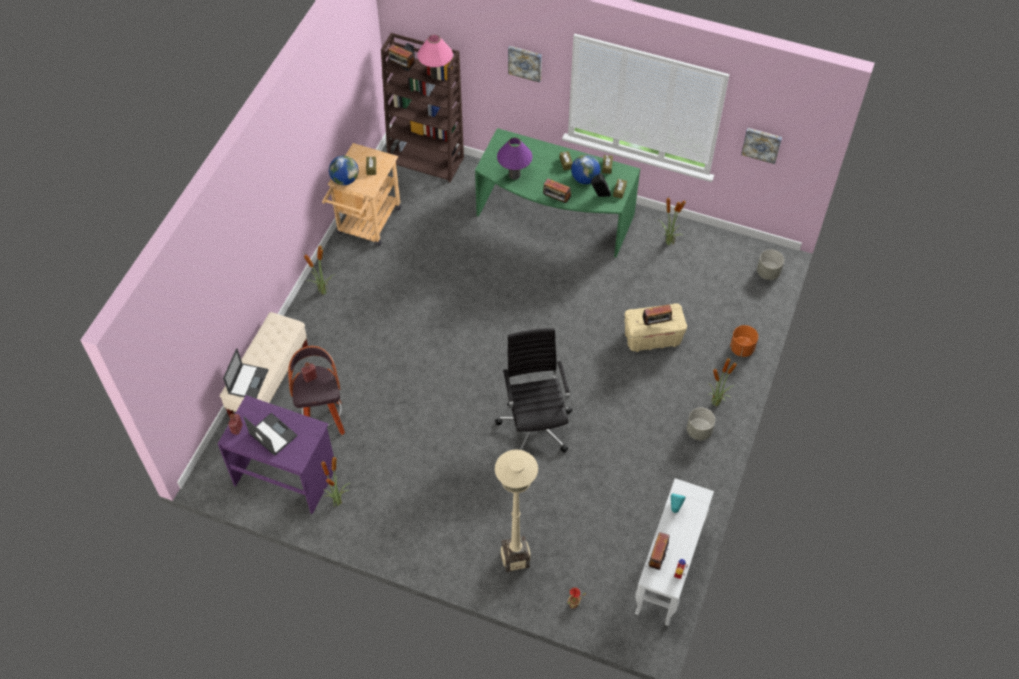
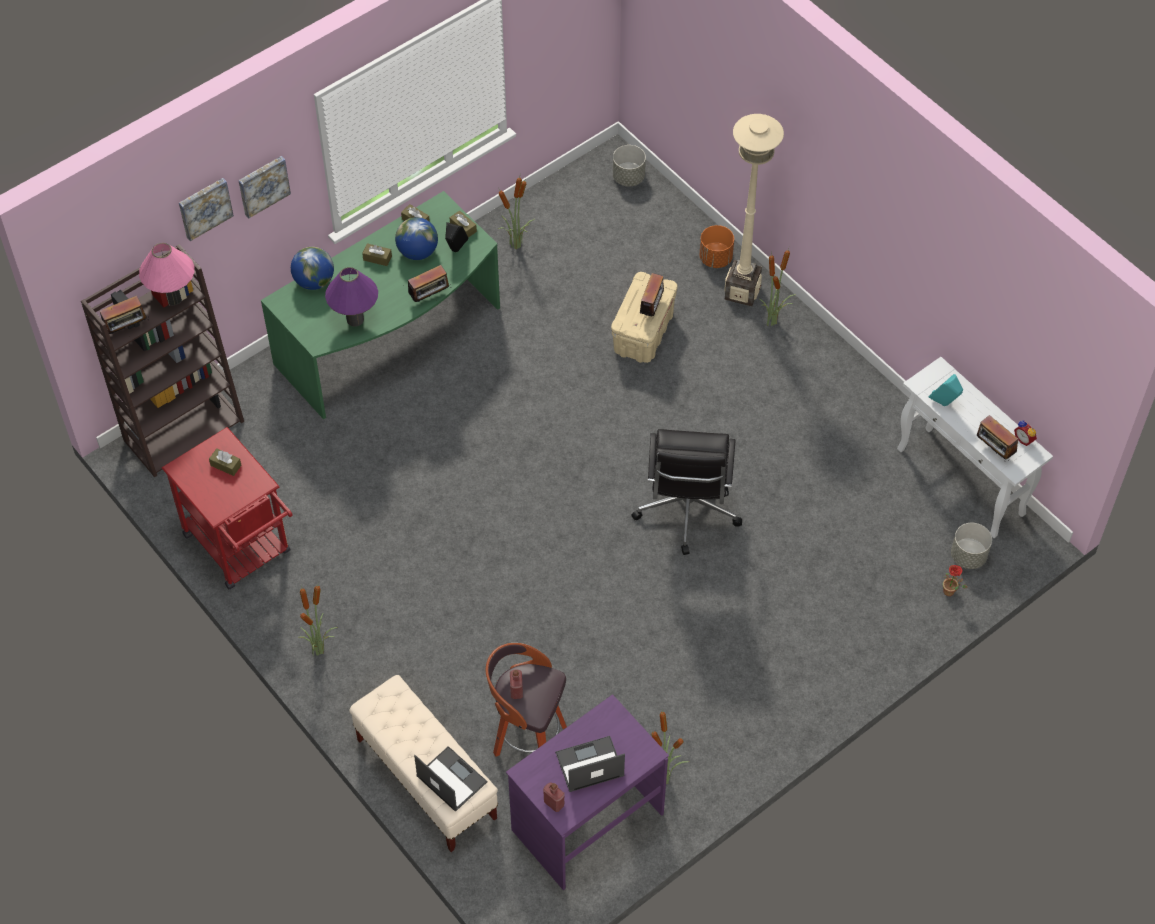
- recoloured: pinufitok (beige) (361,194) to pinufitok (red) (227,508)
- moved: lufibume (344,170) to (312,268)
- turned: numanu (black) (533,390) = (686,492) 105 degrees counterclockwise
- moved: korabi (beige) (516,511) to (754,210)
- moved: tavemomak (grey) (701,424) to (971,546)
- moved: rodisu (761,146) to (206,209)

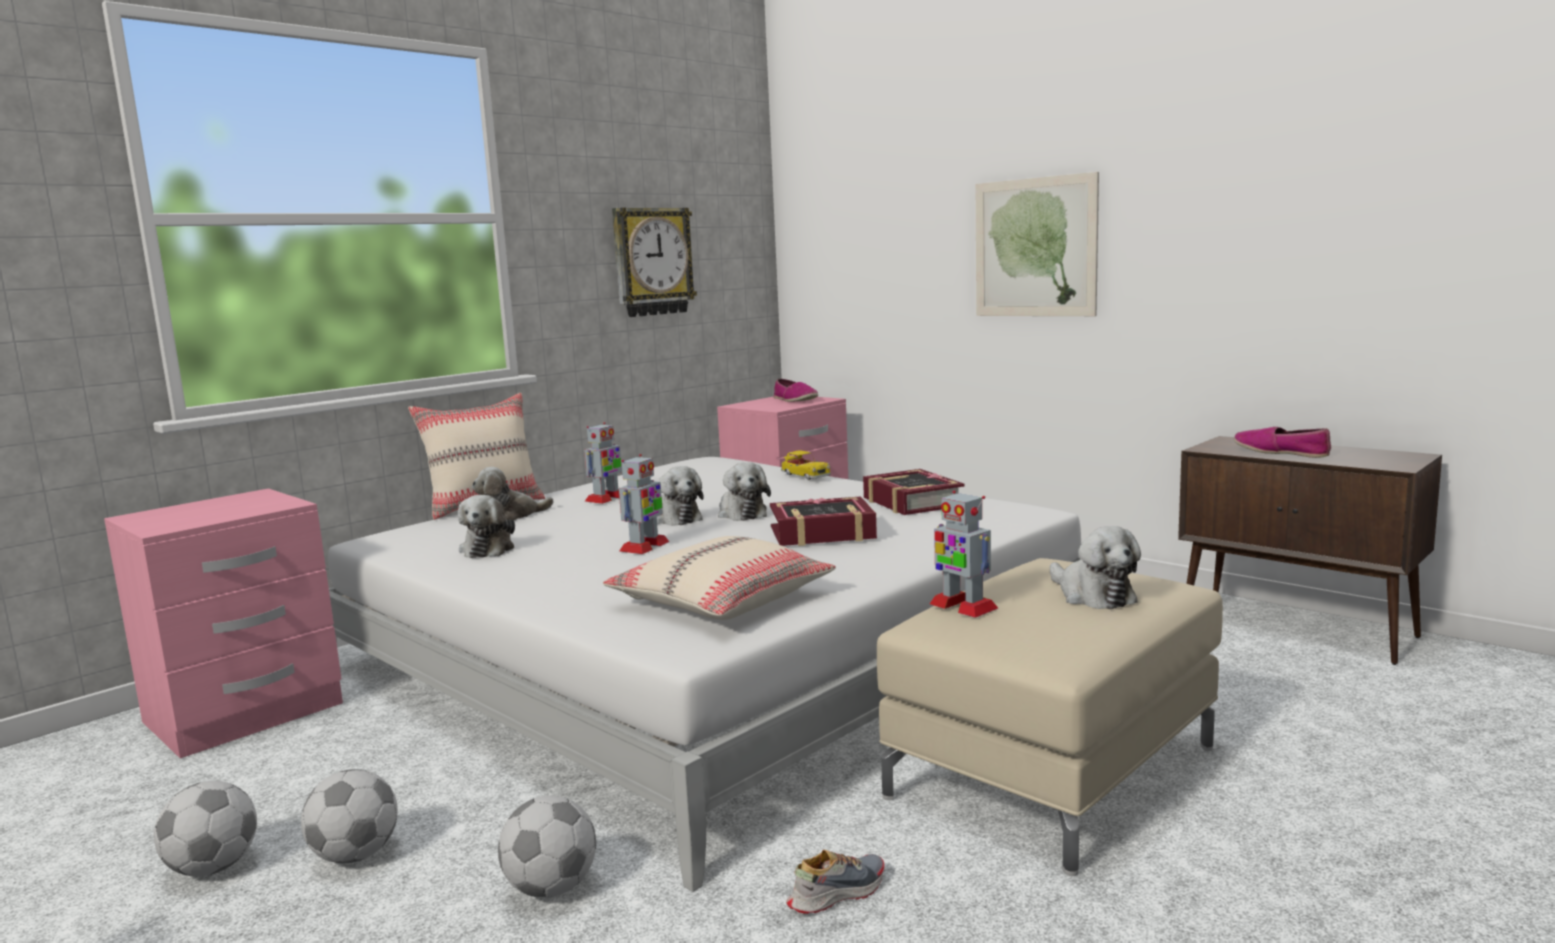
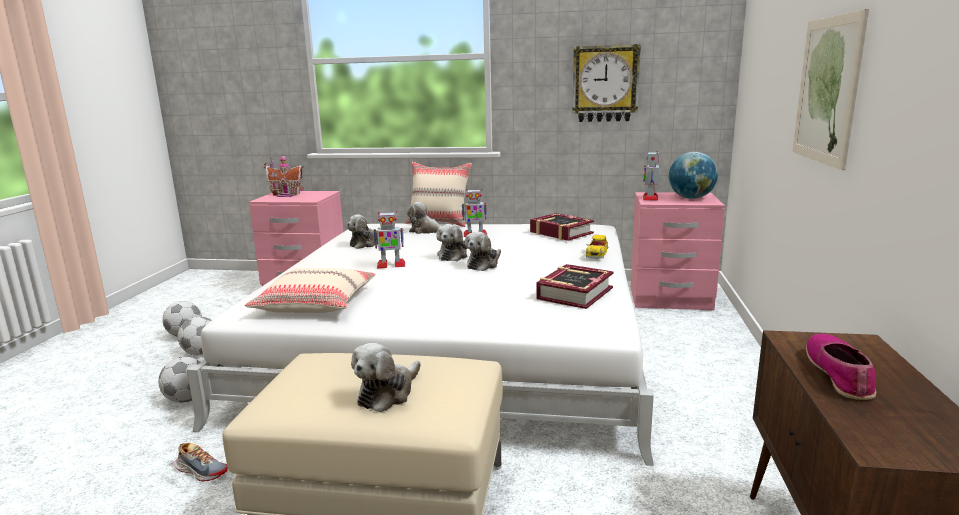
- moved: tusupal (823,521) to (562,227)
- replaced: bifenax (796,390) to lufibume (693,175)
- moved: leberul (964,554) to (651,176)
- added: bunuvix (283,175)

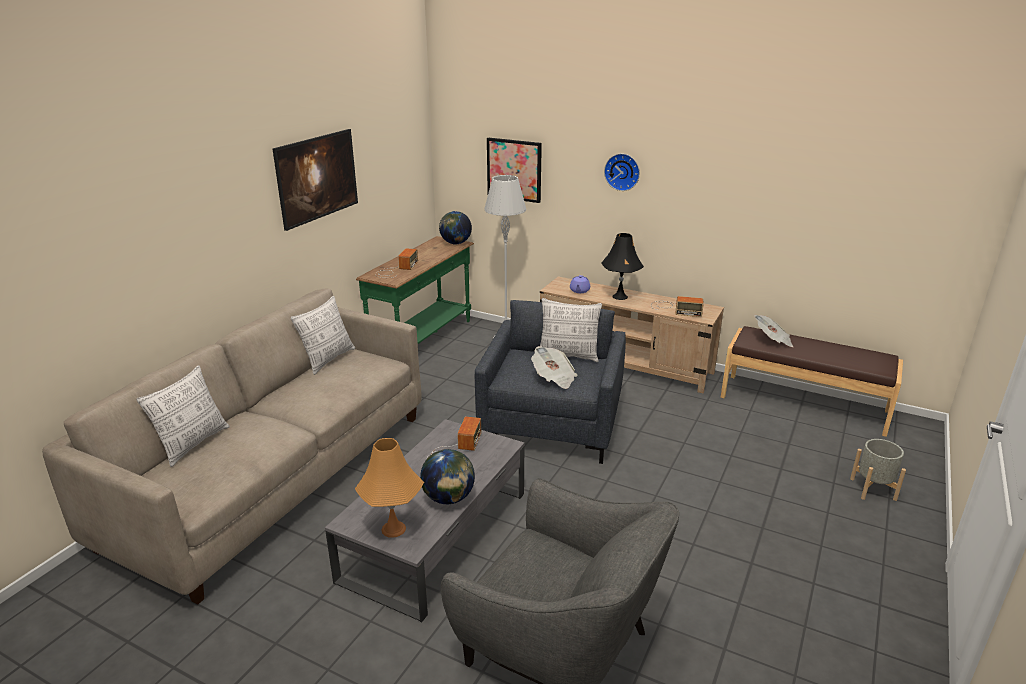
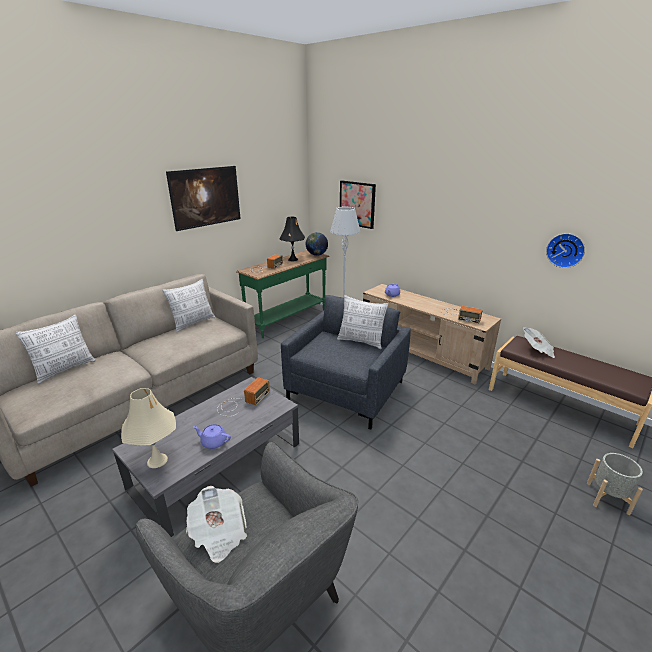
- recoloured: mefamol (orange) (389,488) to mefamol (beige) (148,428)
- replaced: lufibume (447,476) to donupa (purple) (212,436)
- moved: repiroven (554,367) to (216,524)
- moved: mefamol (black) (622,266) to (292,239)
- moved: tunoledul (622,172) to (565,250)

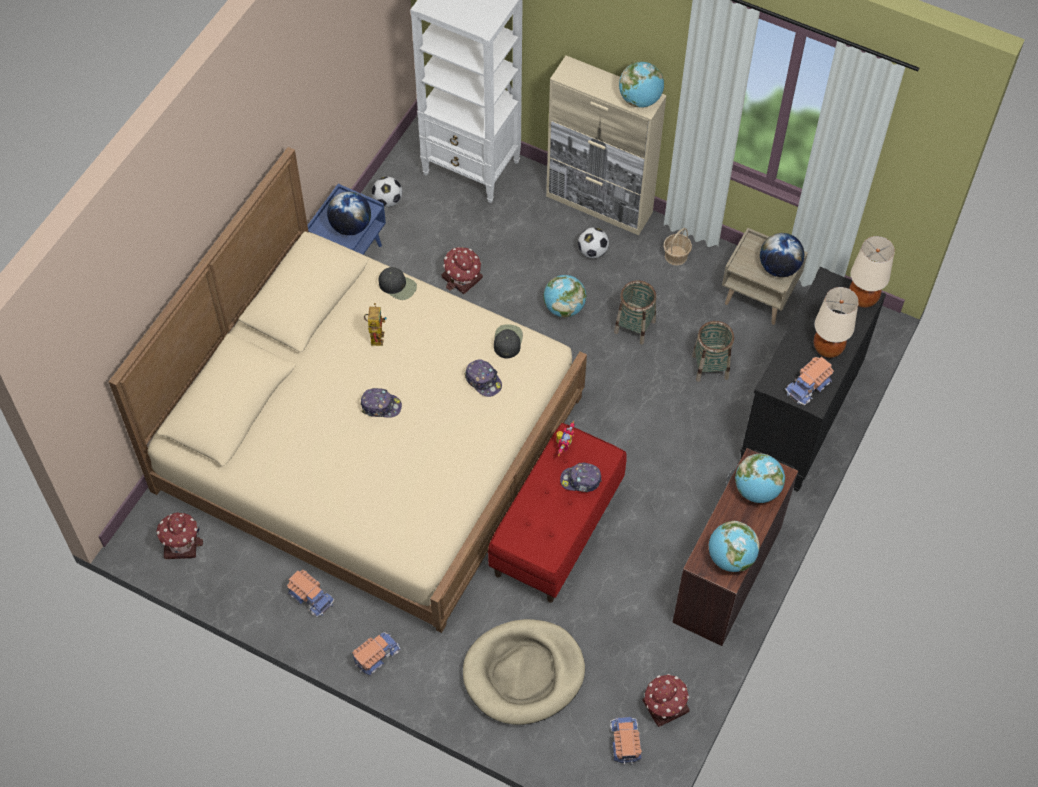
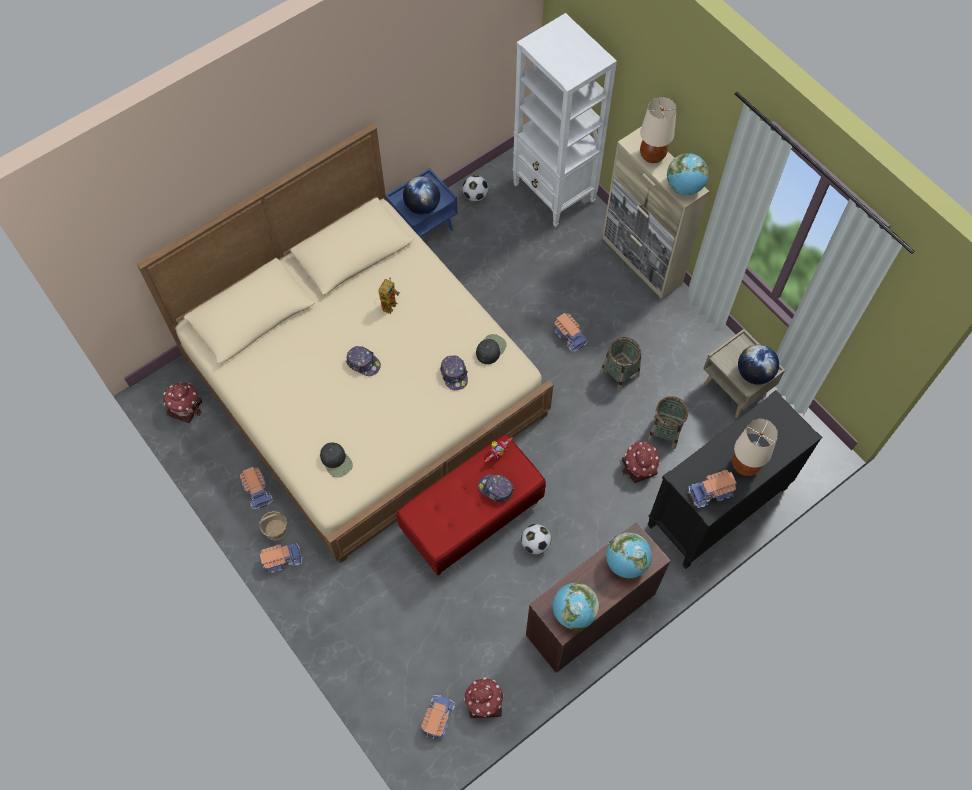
- moved: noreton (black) (397,283) to (336,460)
- moved: bunuvix (462,270) to (641,462)
- removed: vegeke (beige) (524,672)
- replaced: lufibume (564,296) to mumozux (570,332)
- moved: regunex (593,242) to (536,539)
- moved: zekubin (677,247) to (273,526)
- moved: mefamol (beige) (872,272) to (658,130)

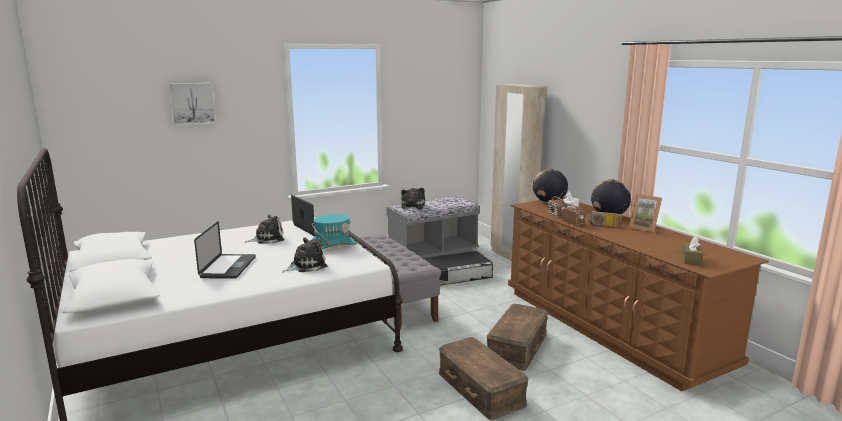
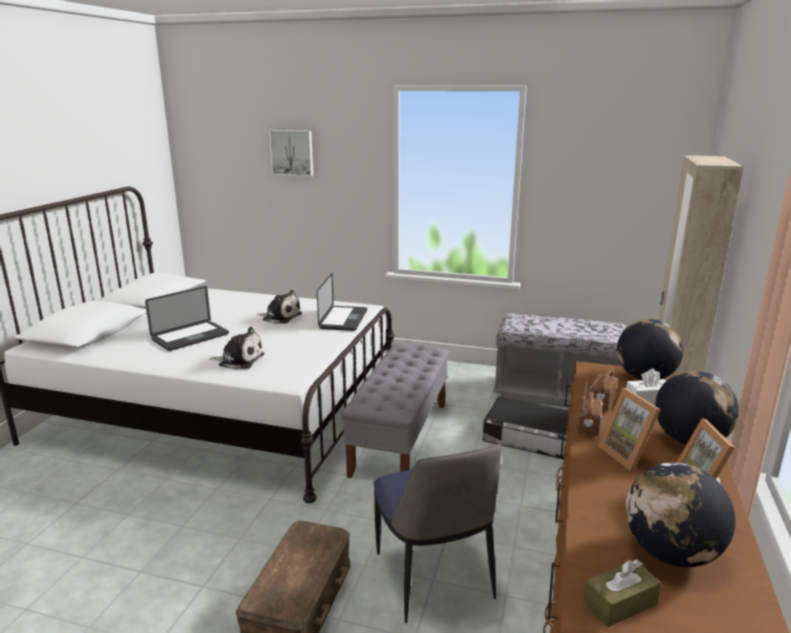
- removed: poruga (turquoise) (334,231)
- removed: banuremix (413,200)
- replaced: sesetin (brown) (517,337) to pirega (437,534)
- replaced: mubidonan (605,219) to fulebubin (629,429)
- added: lufibume (680,514)

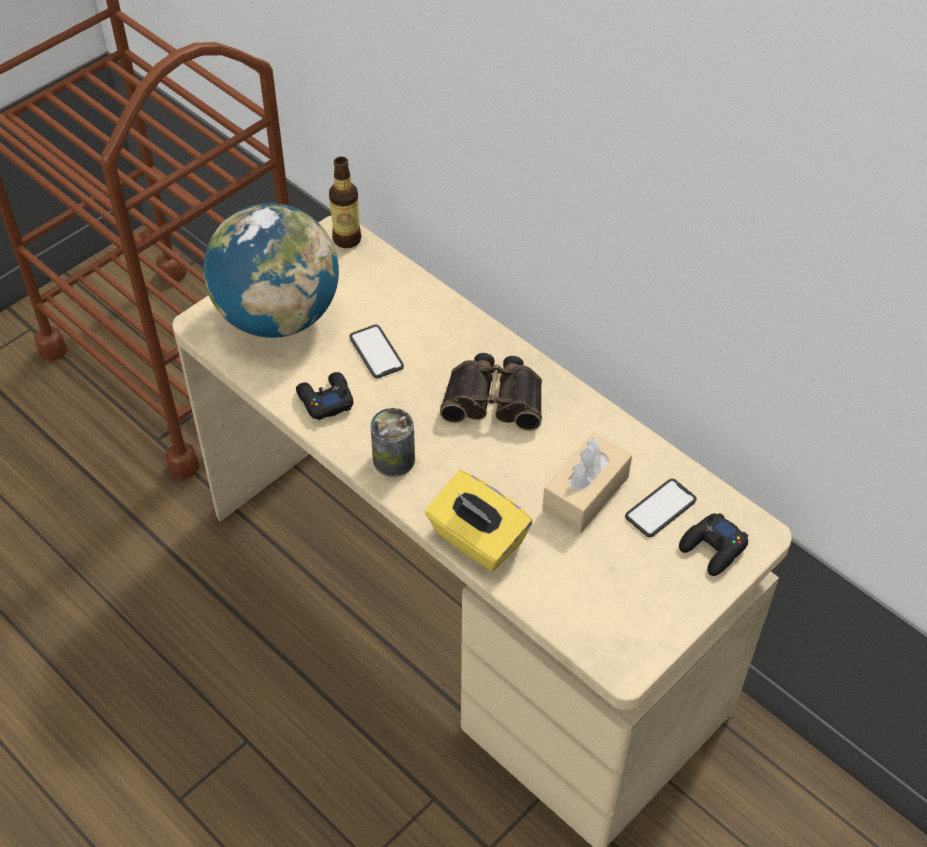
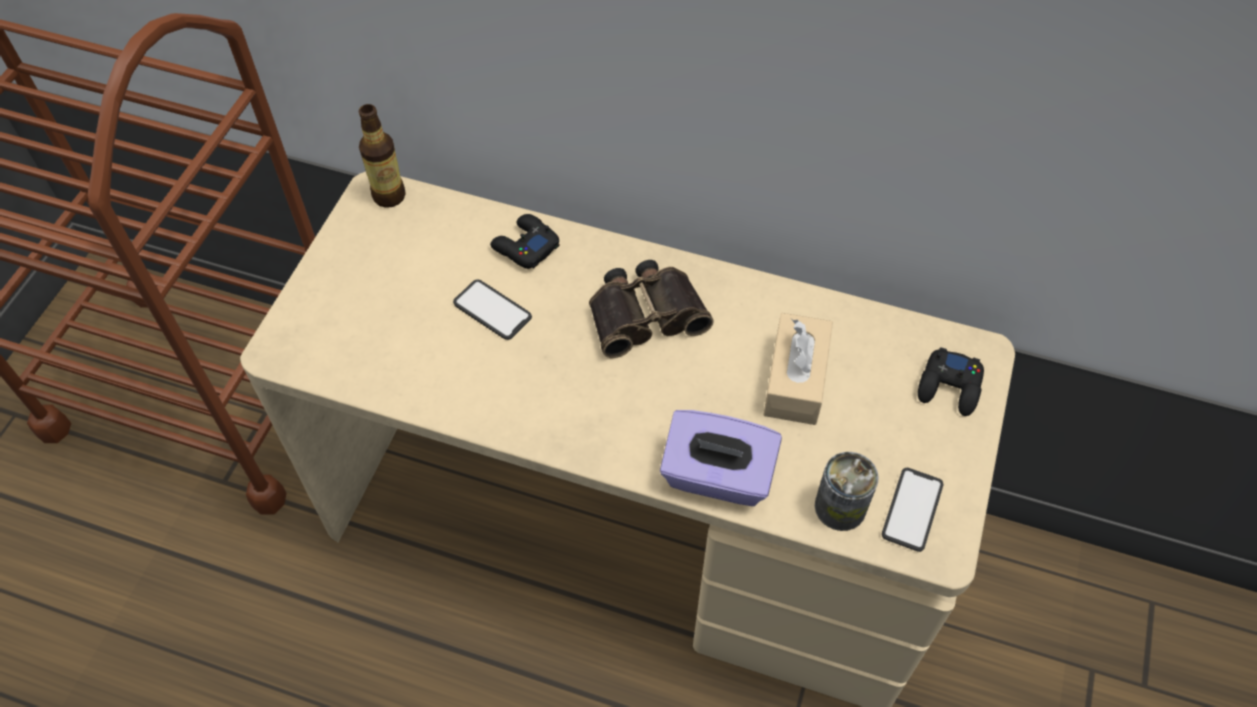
- removed: lufibume (271,270)
- moved: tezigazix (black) (324,396) to (524,241)
- moved: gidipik (392,442) to (847,491)
- recoloured: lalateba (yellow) (479,521) to lalateba (purple) (721,458)
- moved: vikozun (661,508) to (912,510)

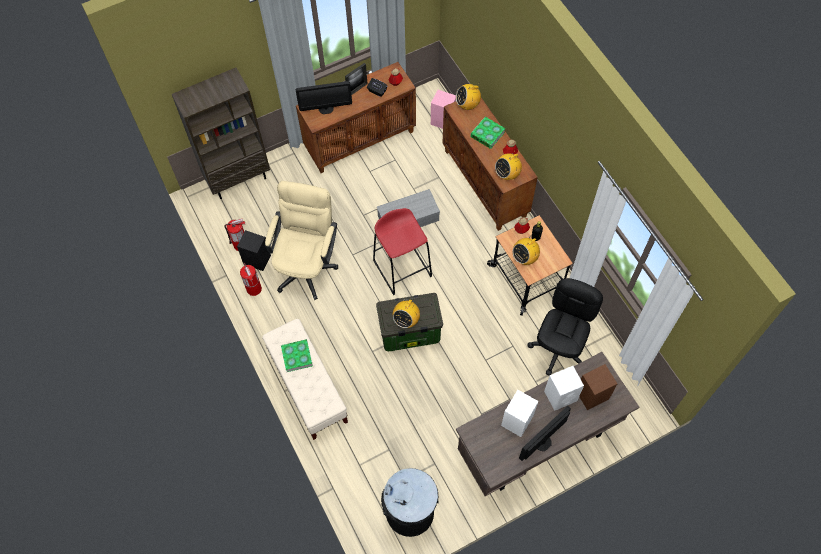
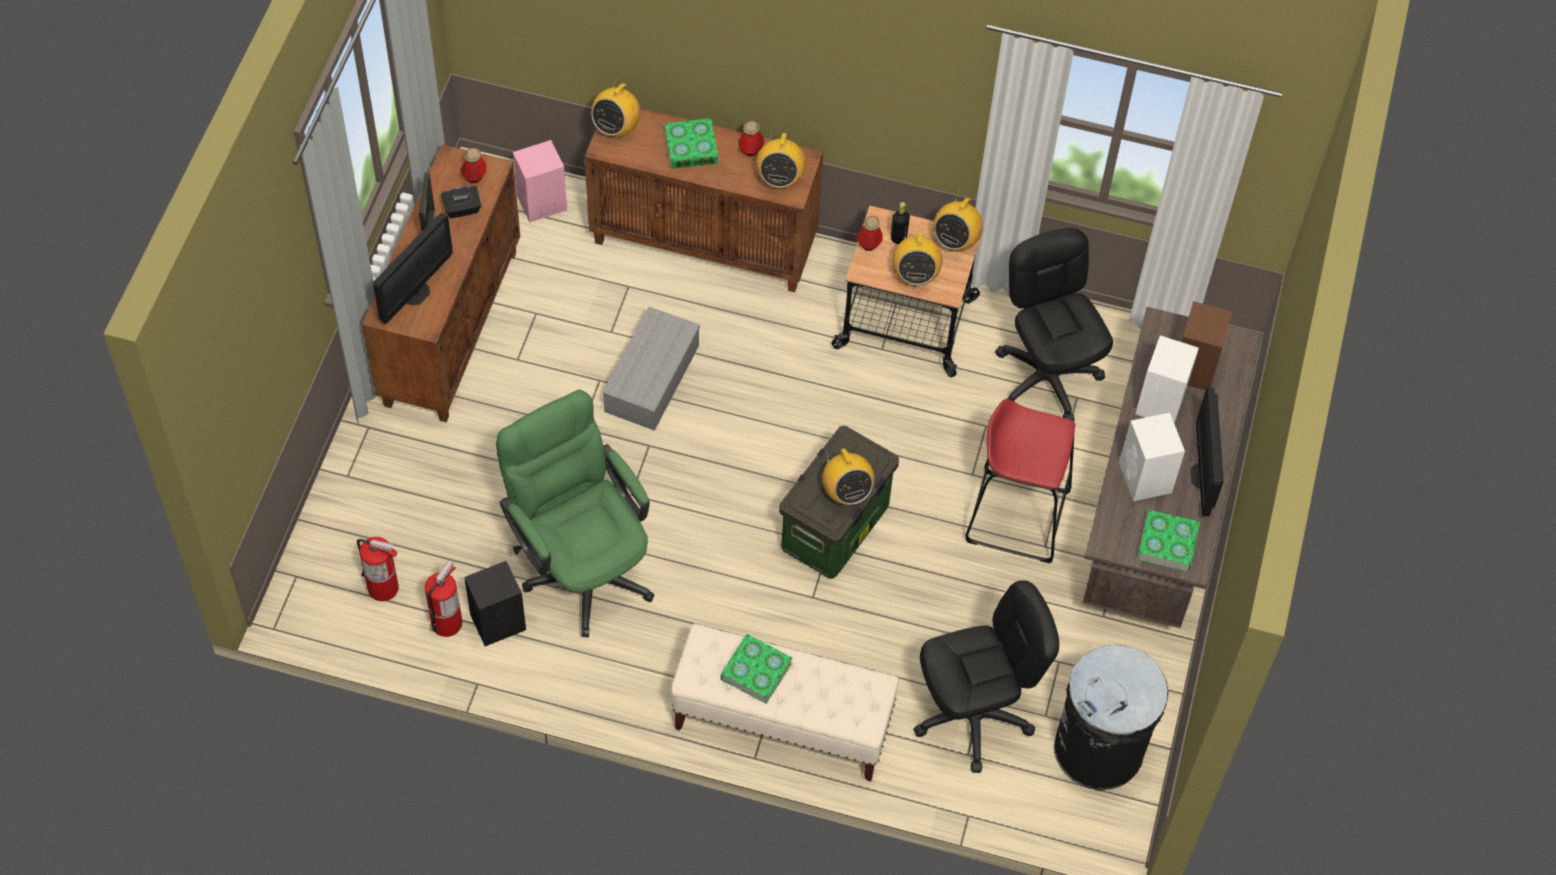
- removed: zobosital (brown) (221,133)
- moved: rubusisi (251,279) to (378,569)
- recoloured: numanu (beige) (301,240) to numanu (green) (575,514)
- moved: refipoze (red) (402,251) to (1020,481)
- added: numanu (black) (986,676)
- added: mubidonan (958,222)
- added: tusupal (1168,541)

